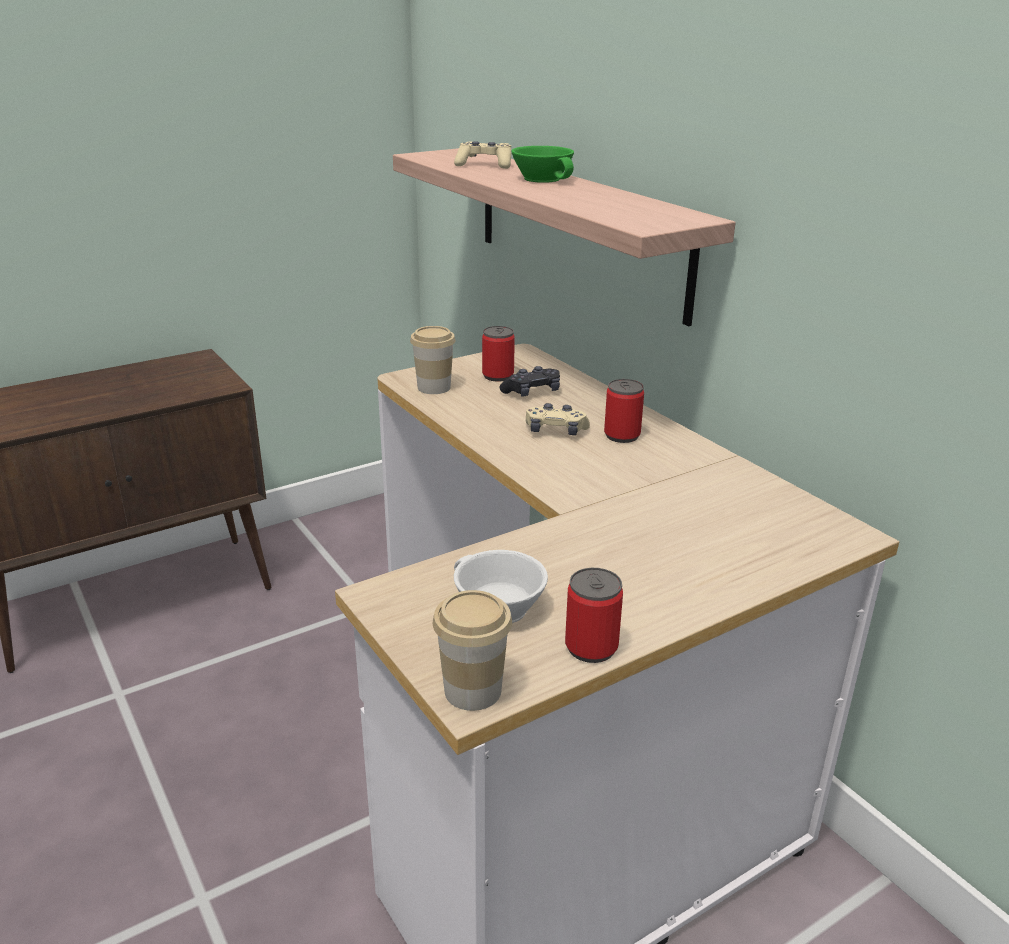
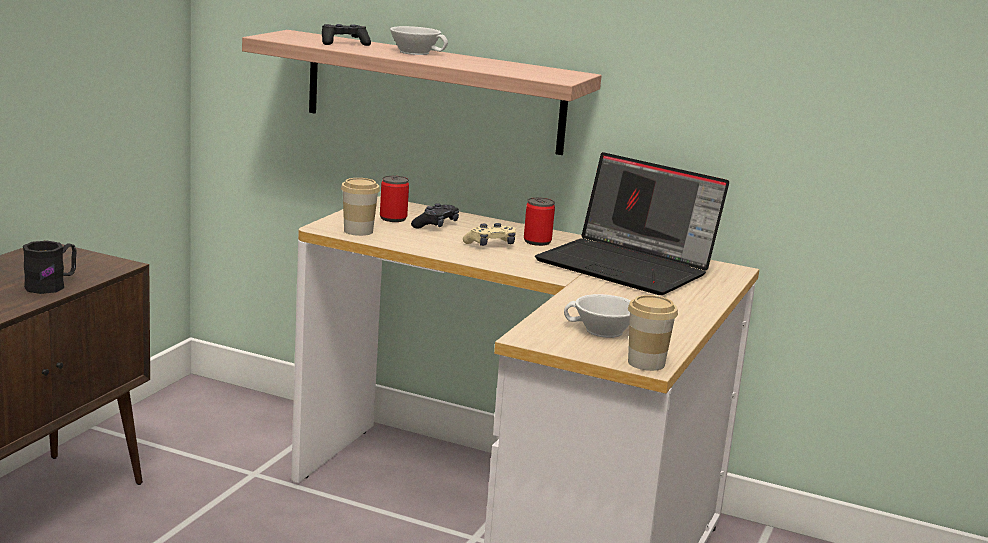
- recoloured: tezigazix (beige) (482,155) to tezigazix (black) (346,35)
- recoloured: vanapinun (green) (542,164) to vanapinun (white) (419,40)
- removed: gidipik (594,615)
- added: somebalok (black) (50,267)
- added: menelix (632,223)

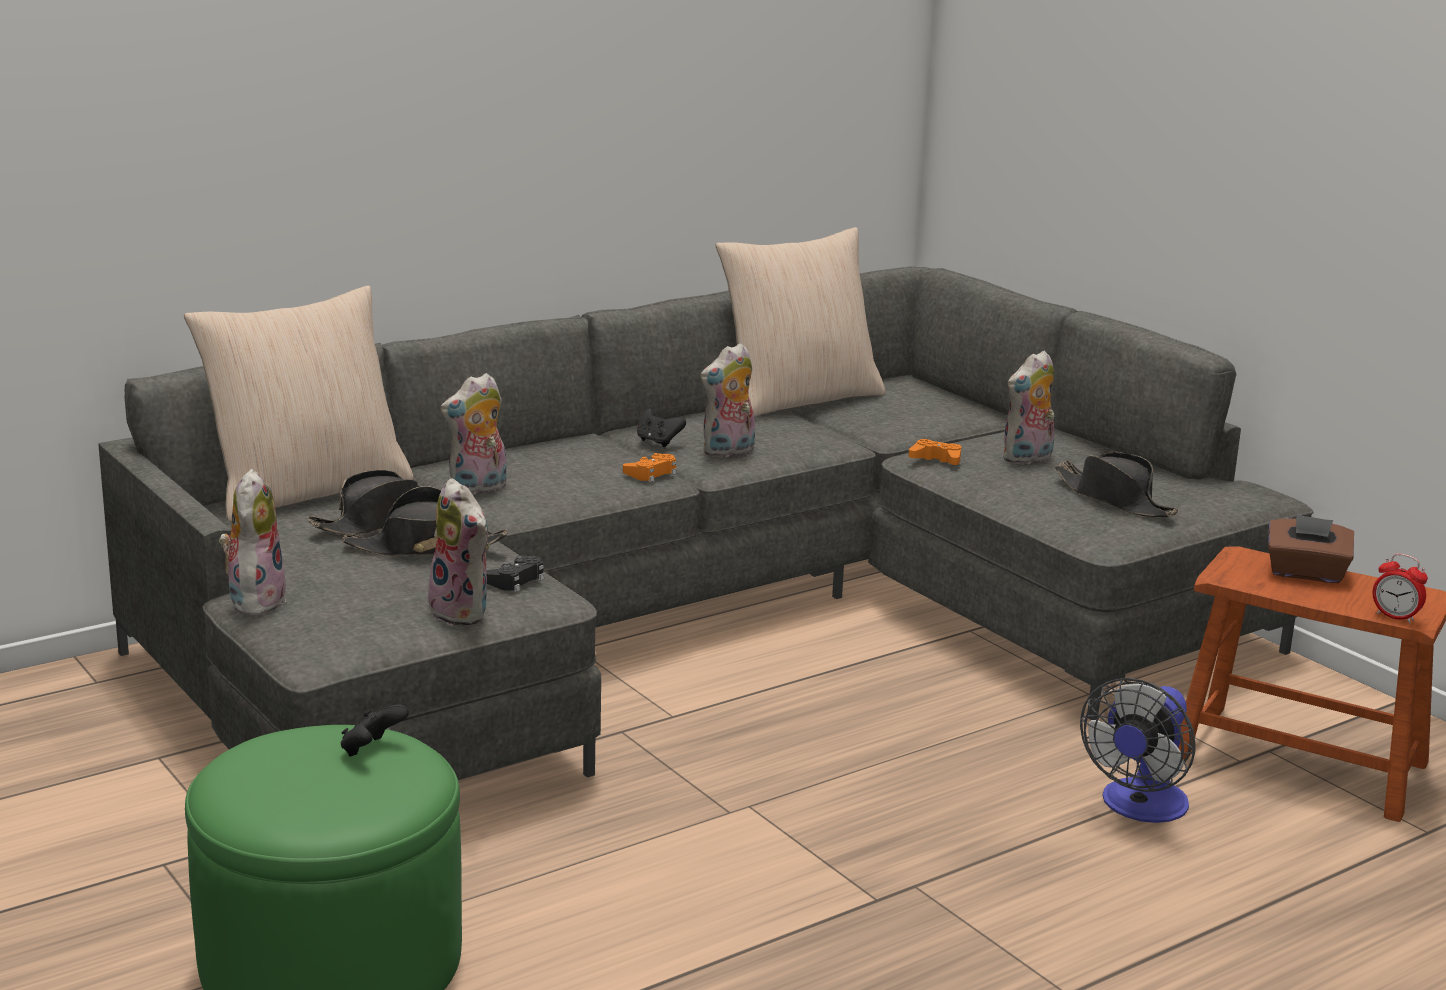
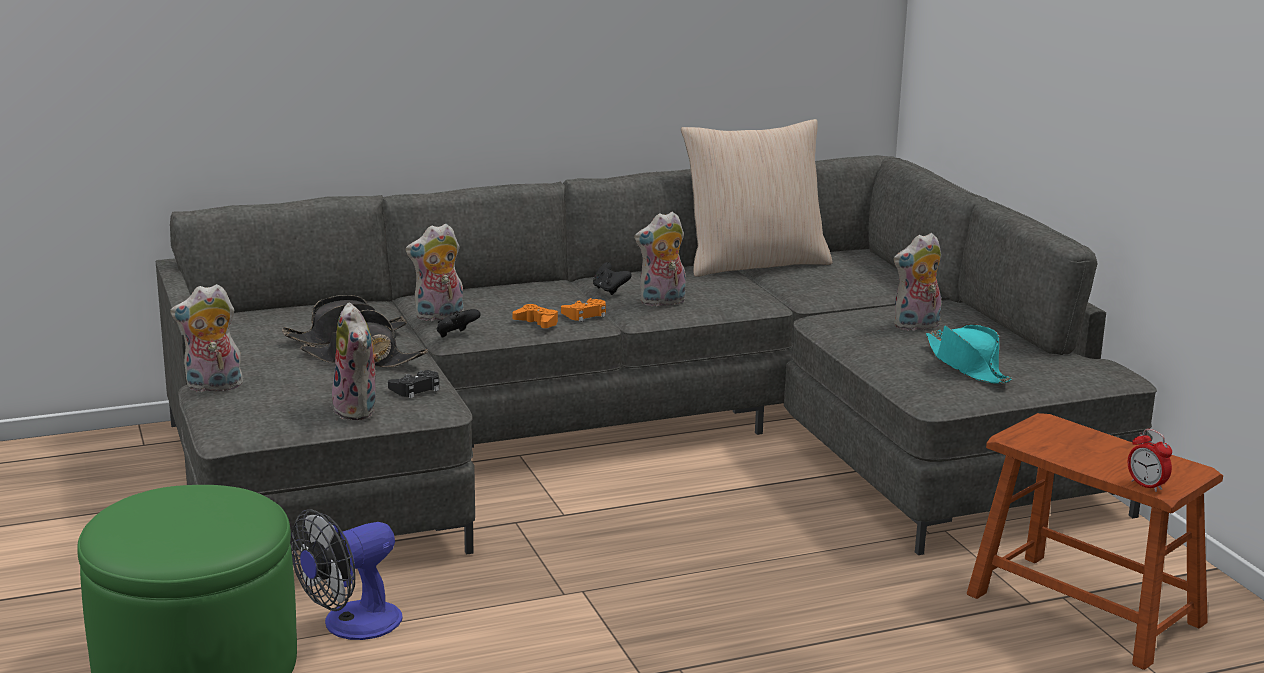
- removed: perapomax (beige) (299,403)
- turned: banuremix (252,542) = (207,338) 120 degrees counterclockwise
- moved: tezigazix (black) (375,730) to (459,323)
- moved: tezigazix (orange) (935,452) to (535,316)
- recoloured: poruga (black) (1117,484) to poruga (turquoise) (969,354)
- moved: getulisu (1137,750) to (346,574)
- removed: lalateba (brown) (1311,548)

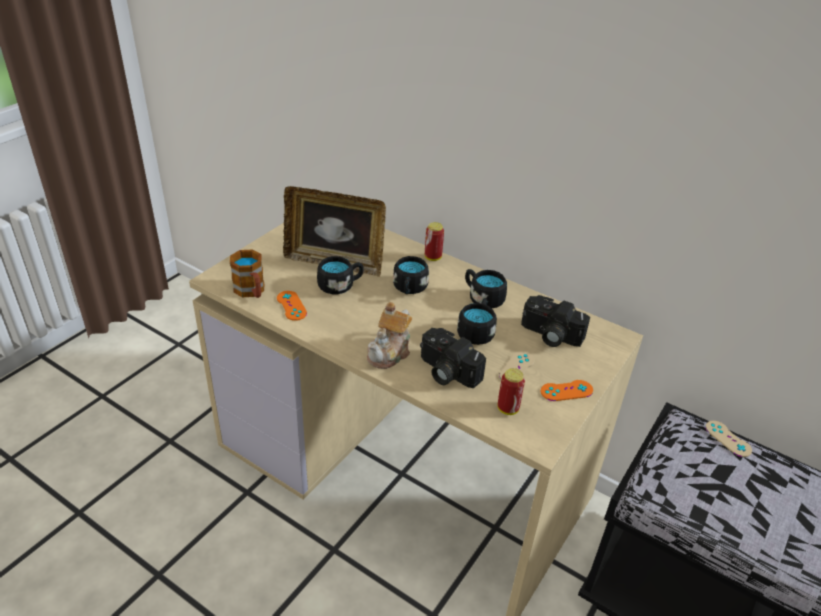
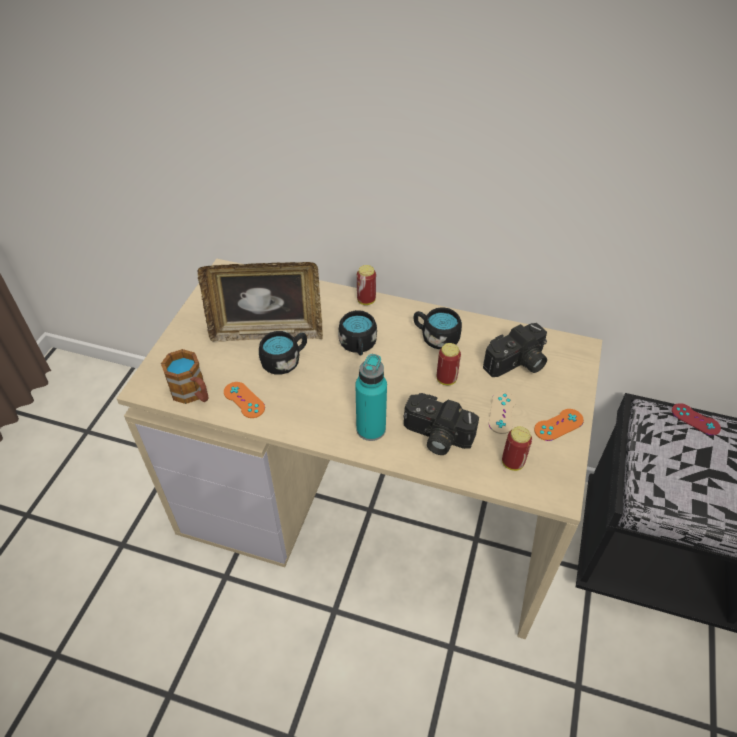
- replaced: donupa (389,335) to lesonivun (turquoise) (371,397)
- replaced: somebalok (black) (477,321) to gidipik (449,364)
- turned: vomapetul (555,321) = (515,350) 45 degrees counterclockwise
- recoloured: tezigazix (beige) (728,439) to tezigazix (red) (696,419)

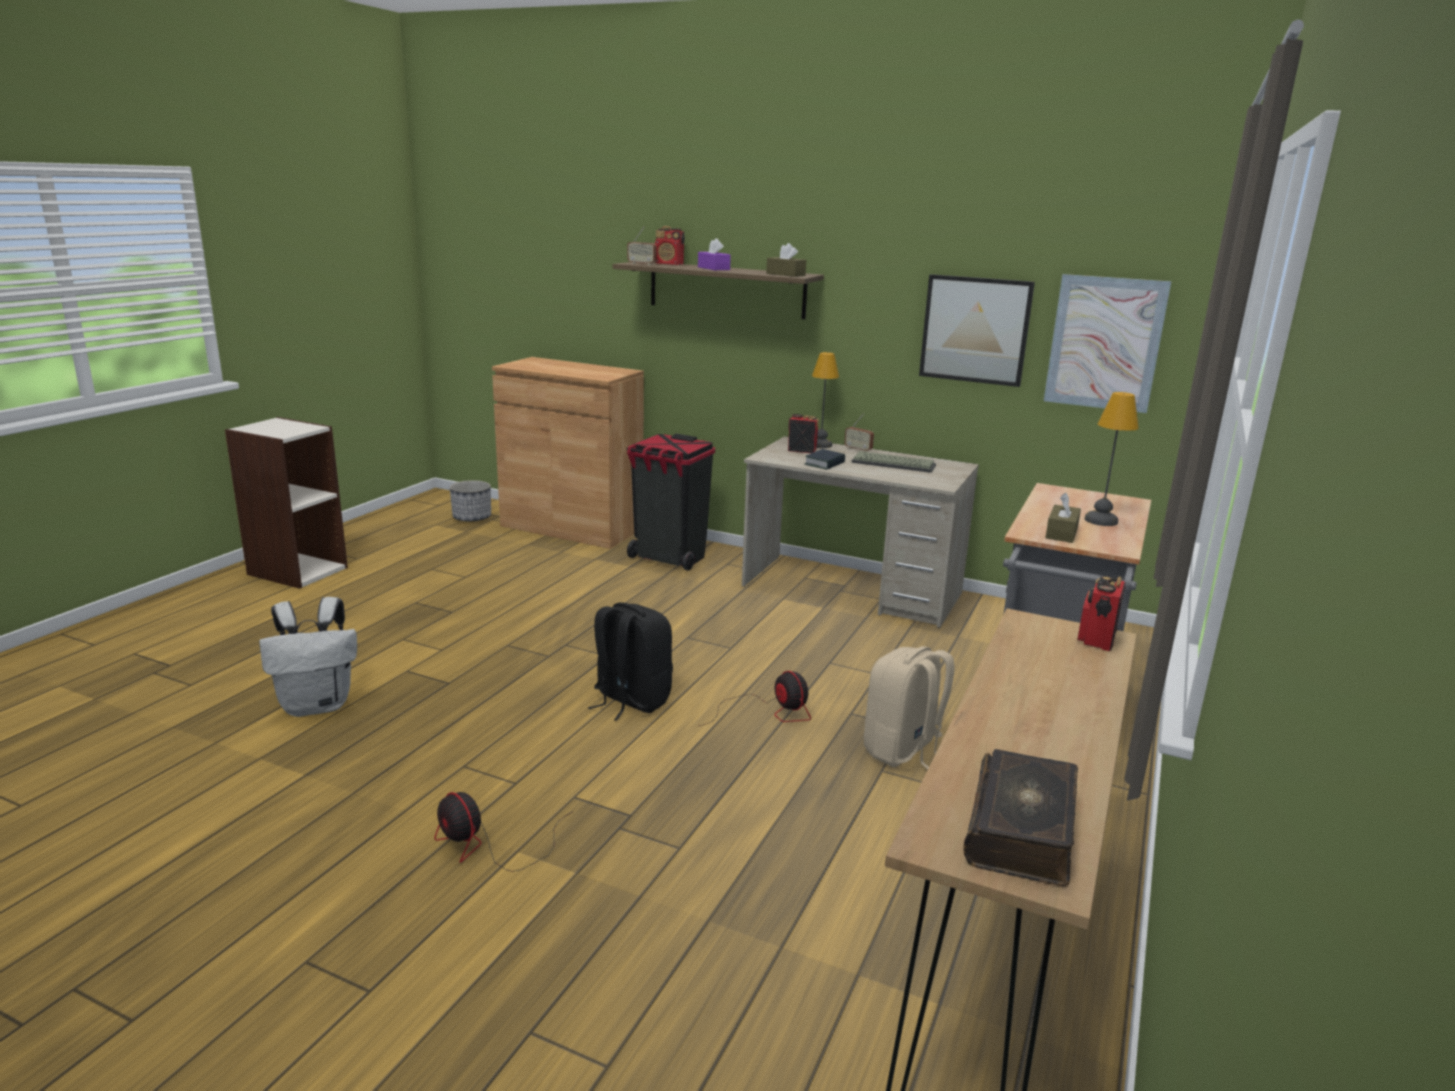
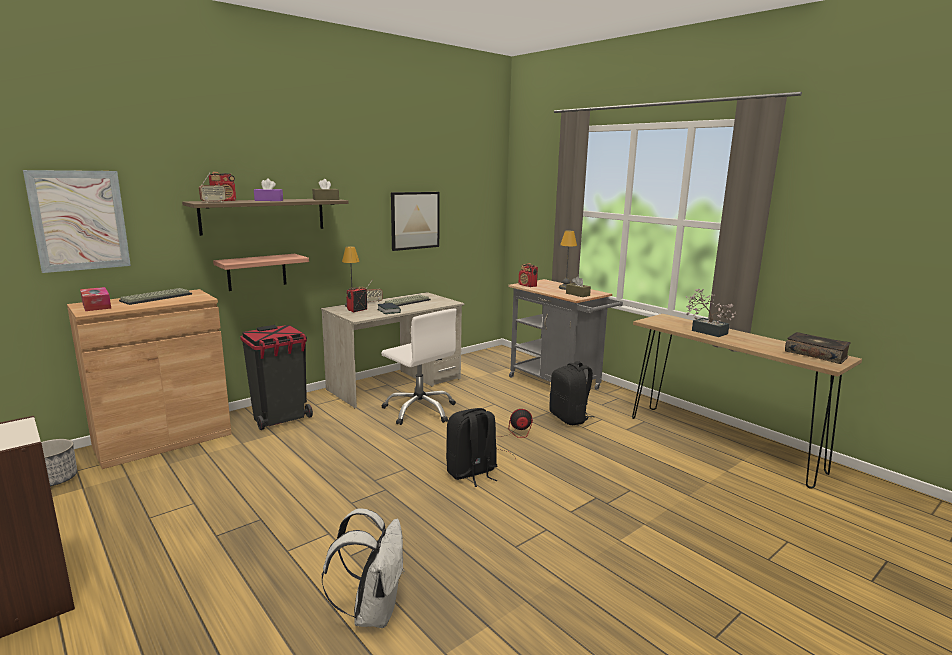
- removed: getulisu (504,832)
- recoloured: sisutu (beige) (909,707) to sisutu (black) (571,393)
- moved: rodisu (1107,343) to (77,221)
- moved: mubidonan (1101,613) to (528,275)
- added: lalateba (95,299)
- added: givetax (155,296)
- added: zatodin (261,272)
- added: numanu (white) (419,367)
- added: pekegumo (712,313)

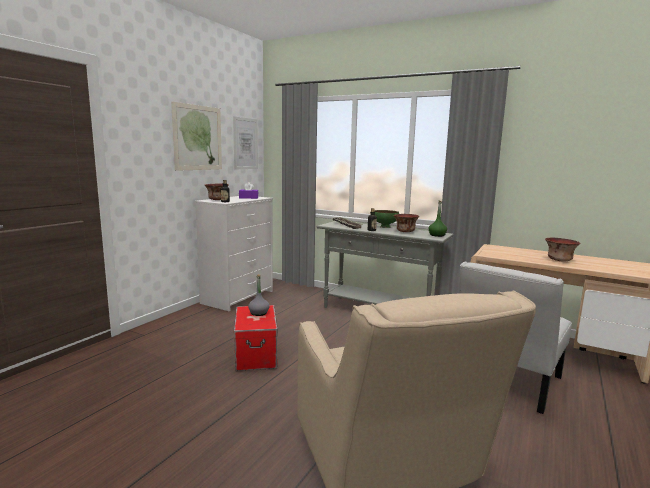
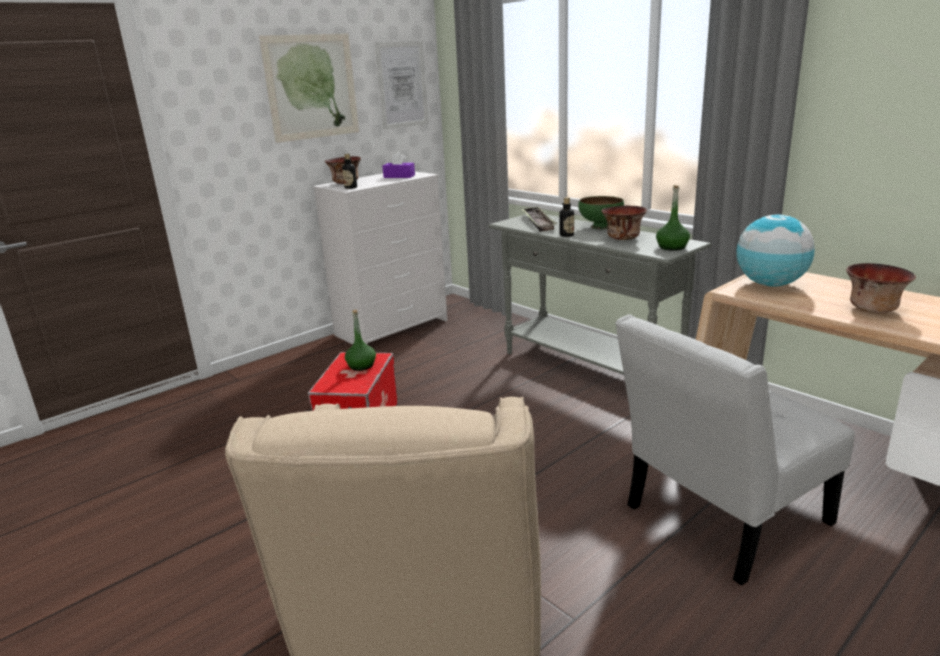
- recoloured: lesonivun (grey) (259,295) to lesonivun (green) (360,340)
- added: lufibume (775,250)

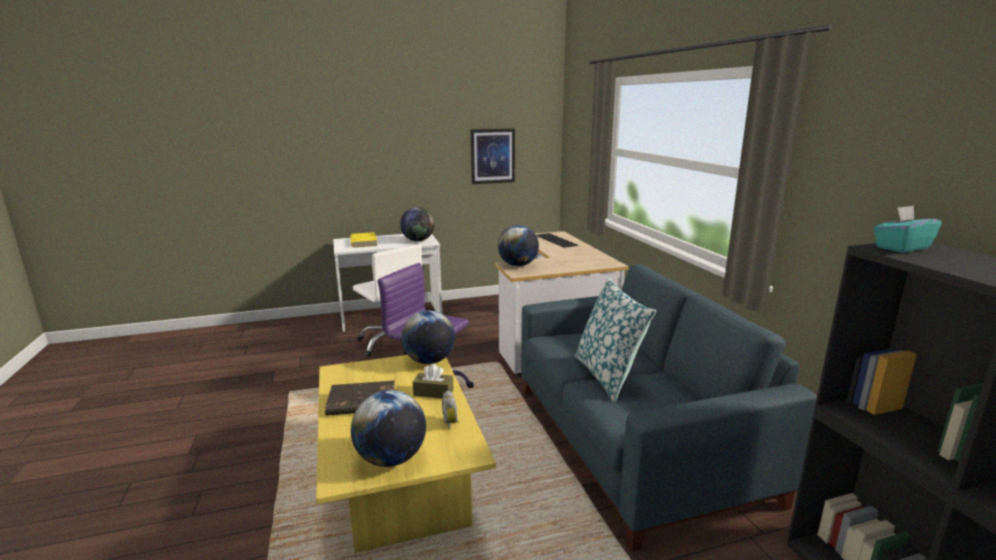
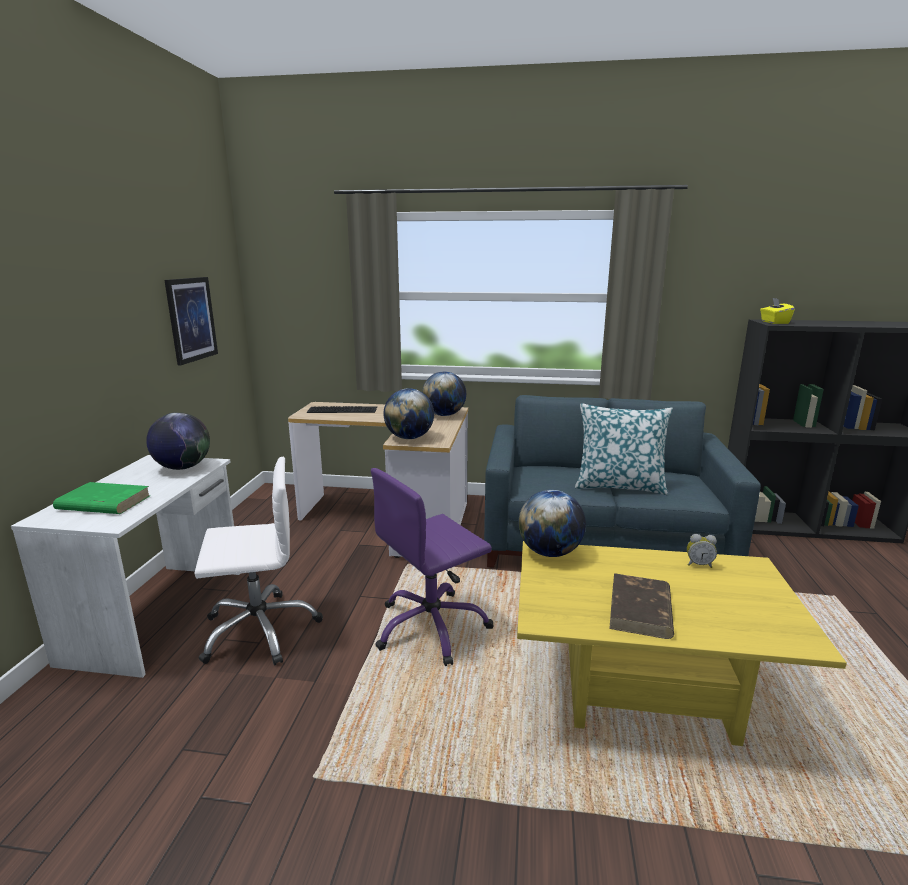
- recoloured: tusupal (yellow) (364,240) to tusupal (green) (101,498)
- moved: lufibume (388,428) to (444,393)
- removed: lalateba (brown) (433,381)
- recoloured: lalateba (turquoise) (908,229) to lalateba (yellow) (777,311)

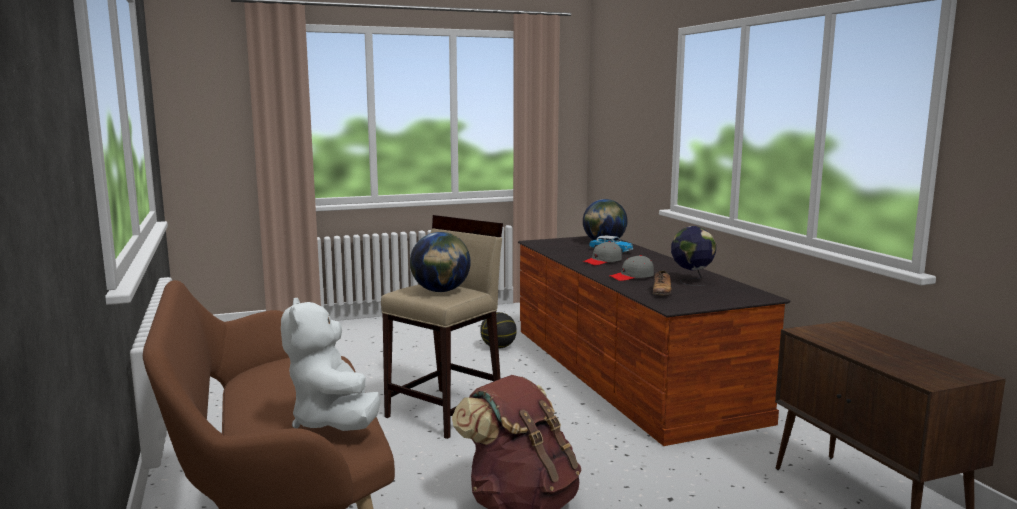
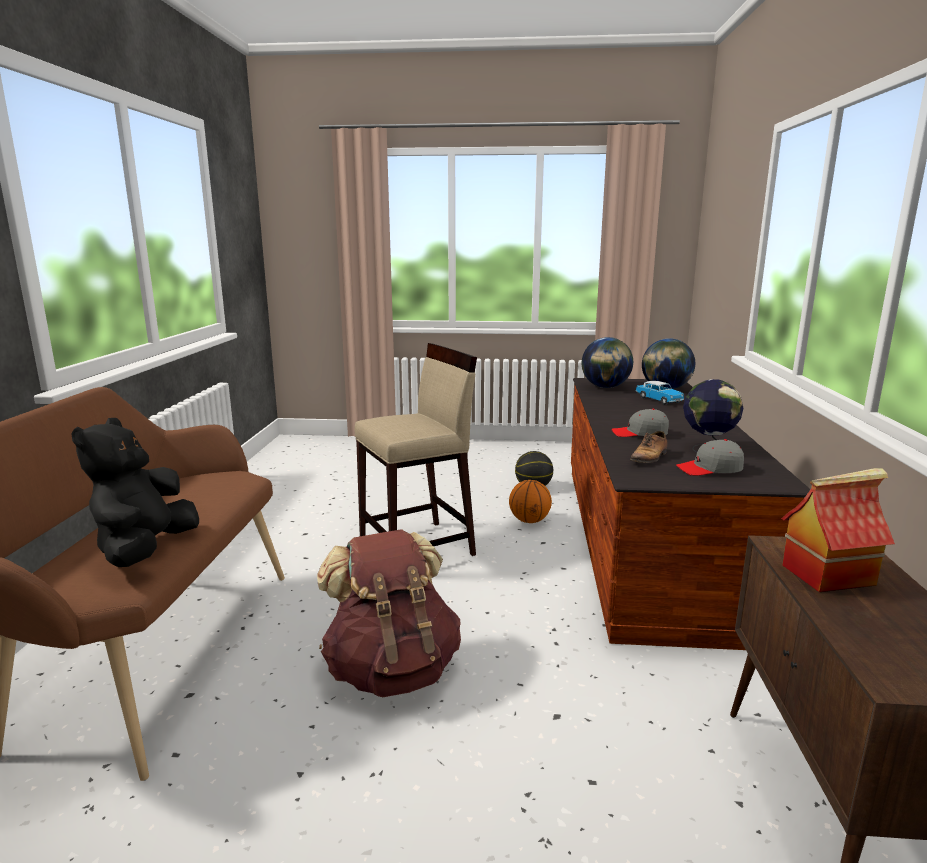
- recoloured: banuremix (white) (331,364) to banuremix (black) (135,492)
- moved: lufibume (440,262) to (607,362)
- moved: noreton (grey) (602,253) to (710,457)
- added: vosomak (530,501)
- added: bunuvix (838,530)

